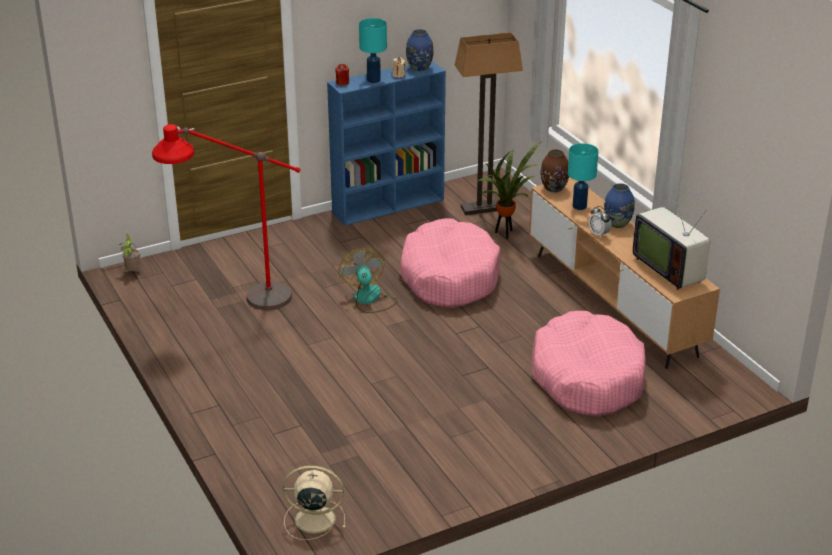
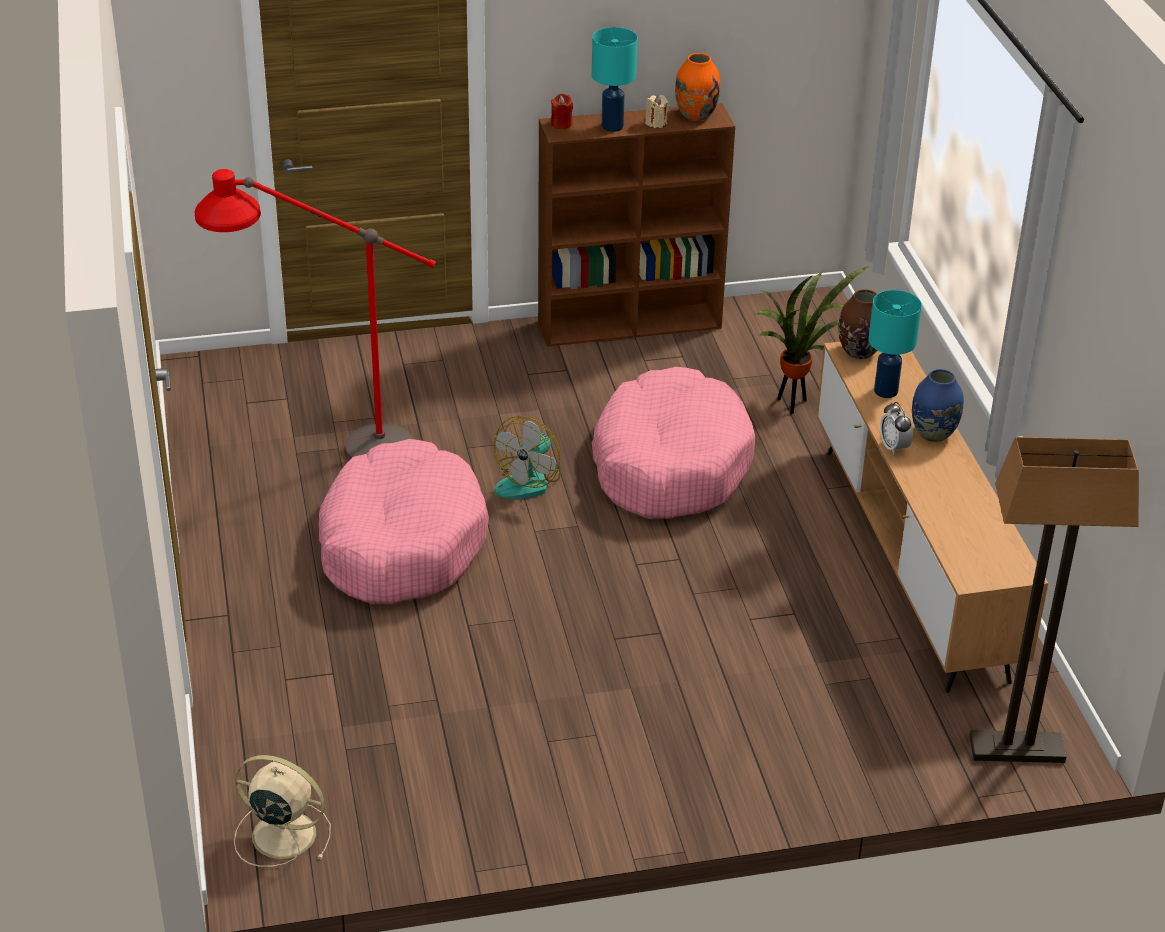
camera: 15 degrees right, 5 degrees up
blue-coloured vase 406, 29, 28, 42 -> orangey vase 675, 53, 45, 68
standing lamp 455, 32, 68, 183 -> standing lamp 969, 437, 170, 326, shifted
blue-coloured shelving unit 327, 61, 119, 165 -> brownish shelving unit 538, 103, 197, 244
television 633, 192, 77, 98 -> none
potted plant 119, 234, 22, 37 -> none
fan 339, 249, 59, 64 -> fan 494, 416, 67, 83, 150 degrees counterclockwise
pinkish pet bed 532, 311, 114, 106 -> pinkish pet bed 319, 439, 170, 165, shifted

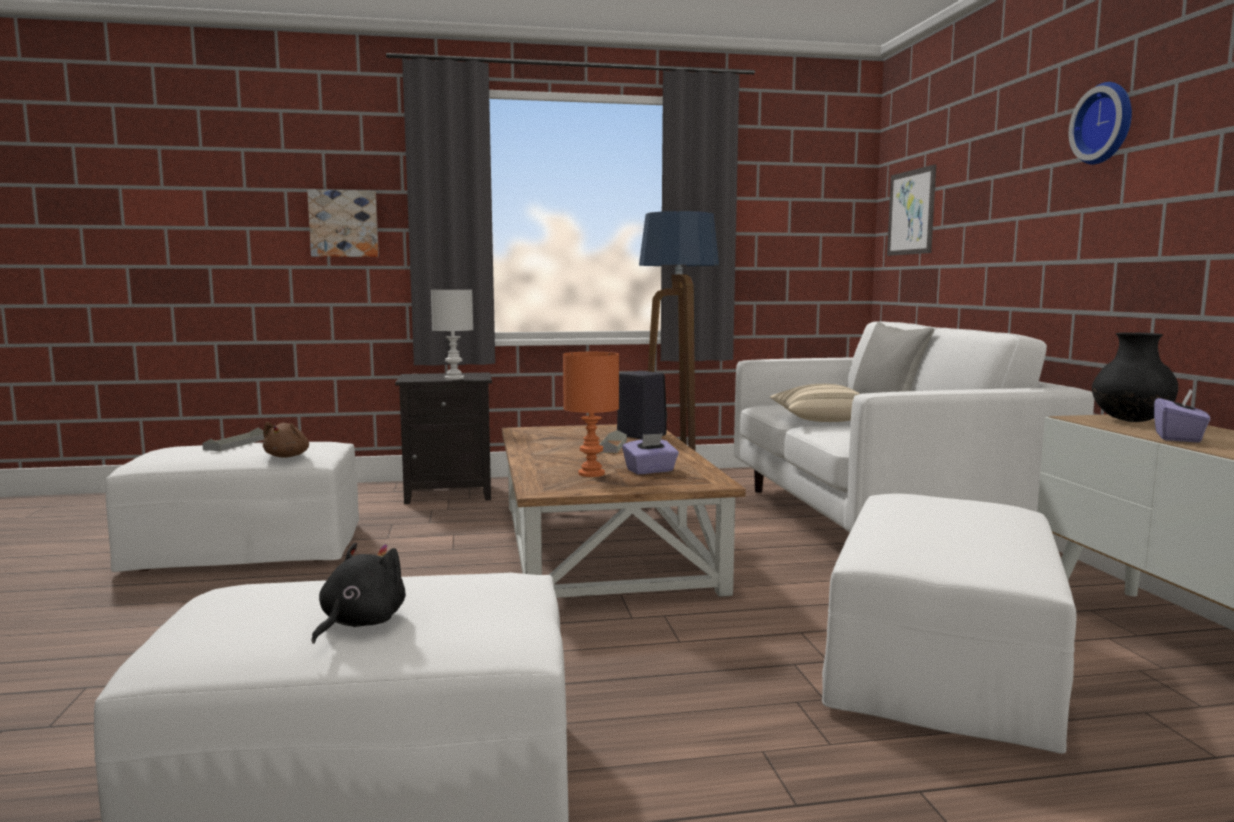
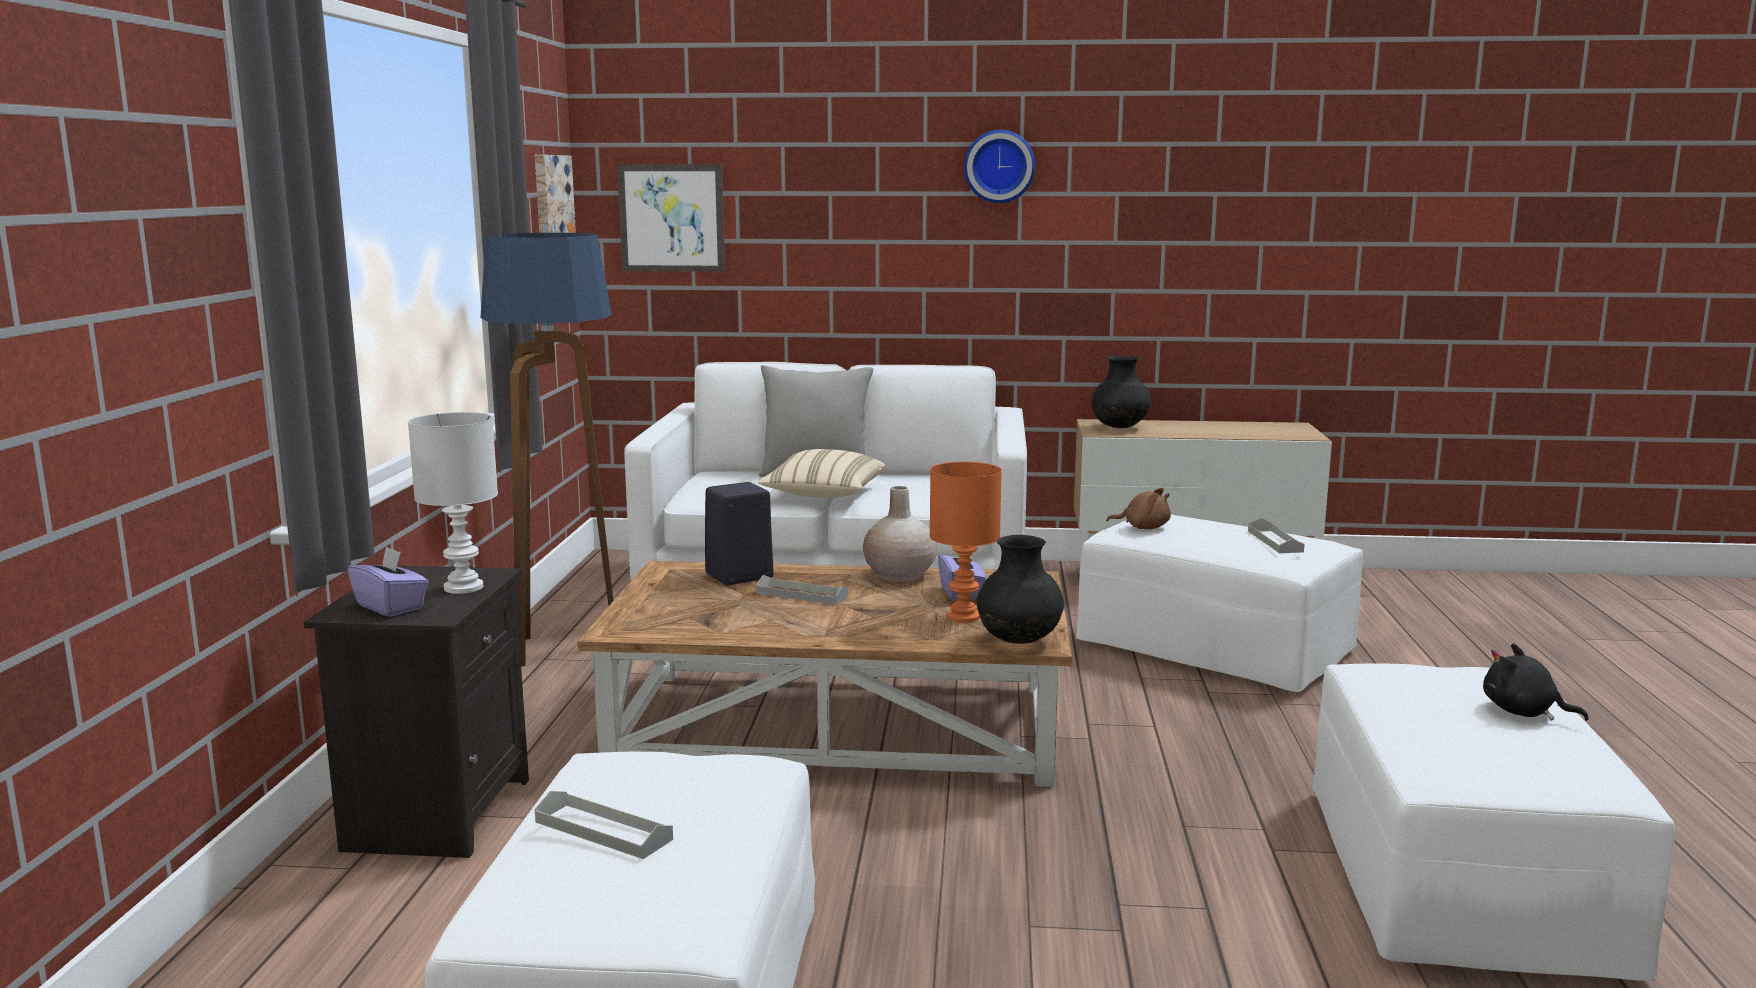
camera: 75 degrees left, 5 degrees up
wall art 307, 190, 72, 67 -> wall art 535, 155, 41, 78, shifted
purple-coloured tissue box 1154, 388, 56, 55 -> purple-coloured tissue box 347, 546, 81, 71, shifted
brownish soft toy 263, 422, 46, 36 -> brownish soft toy 1106, 488, 65, 42, shifted
none -> beige vase 863, 486, 74, 96
none -> gray carrying tray 1248, 518, 57, 35
none -> black vase 976, 535, 88, 109

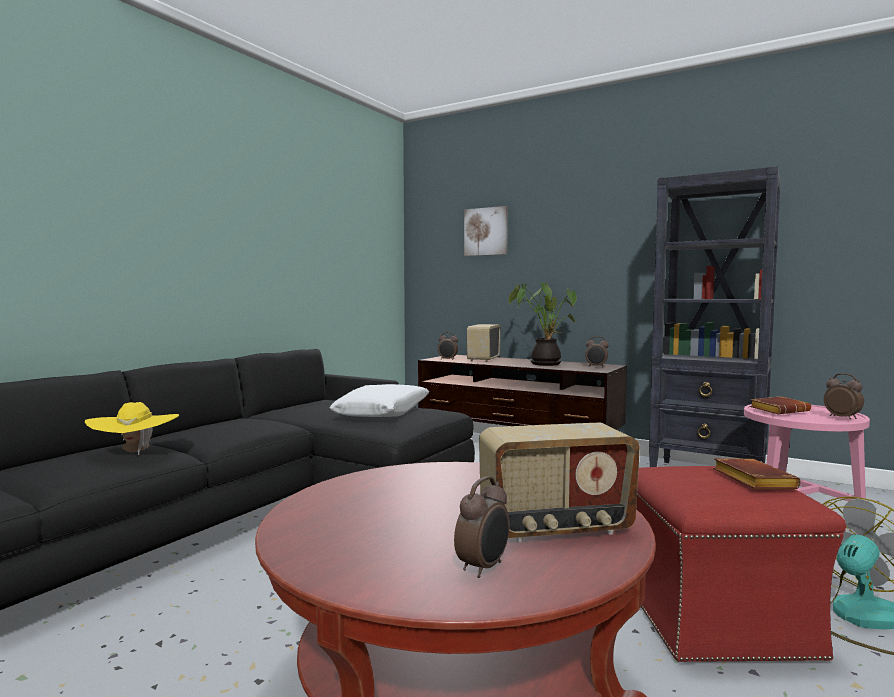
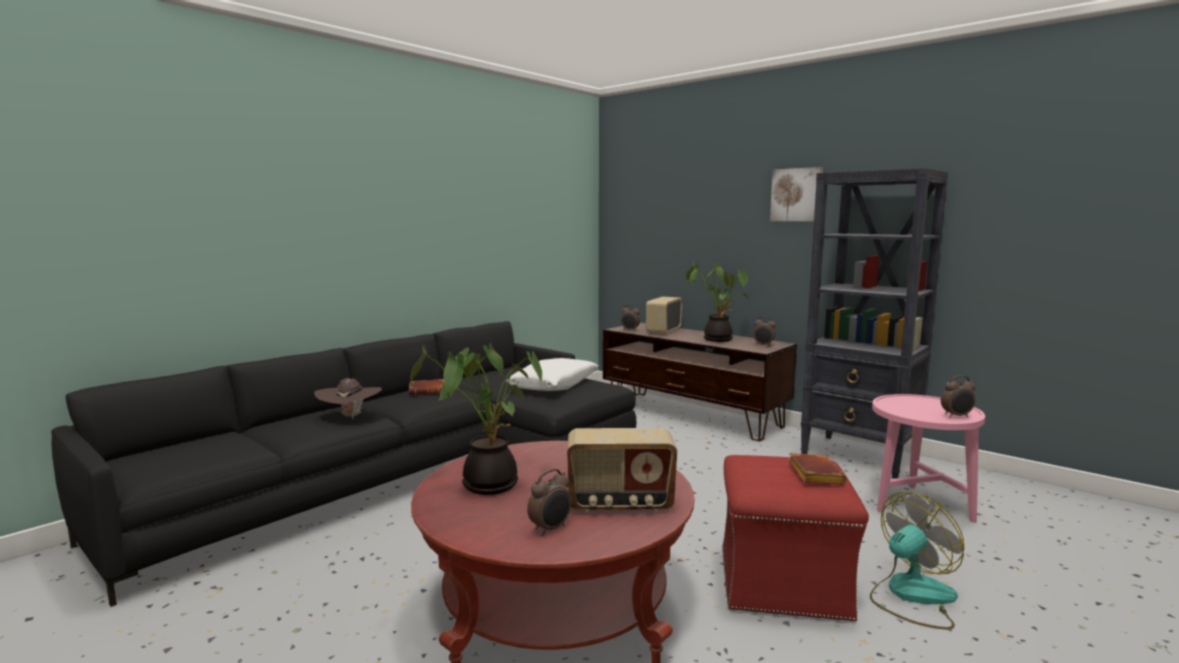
camera: 10 degrees right, 5 degrees up
wall art 464, 206, 44, 50 -> wall art 770, 167, 55, 54, shifted
bedside clock 824, 373, 40, 46 -> bedside clock 941, 376, 35, 41, 105 degrees clockwise
brownish bound book 750, 396, 61, 18 -> brownish bound book 409, 379, 35, 16, shifted
yellow-coloured hat 85, 402, 94, 53 -> brownish hat 314, 378, 68, 41
none -> potted plant 410, 343, 132, 152

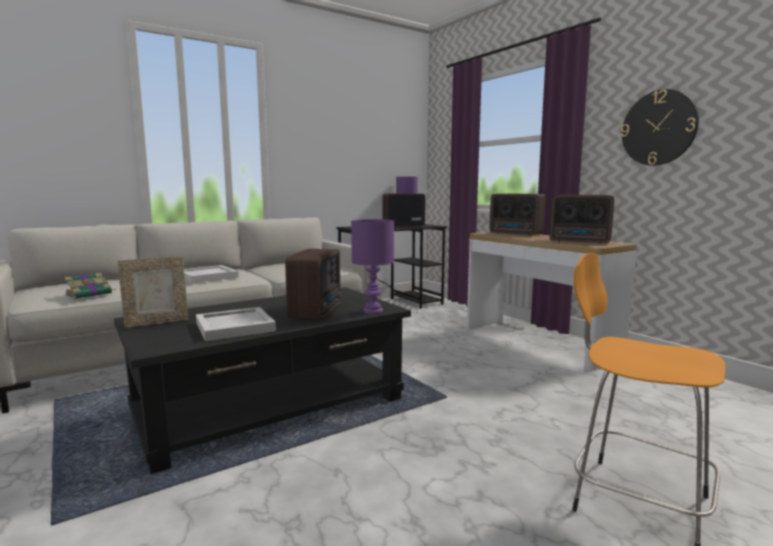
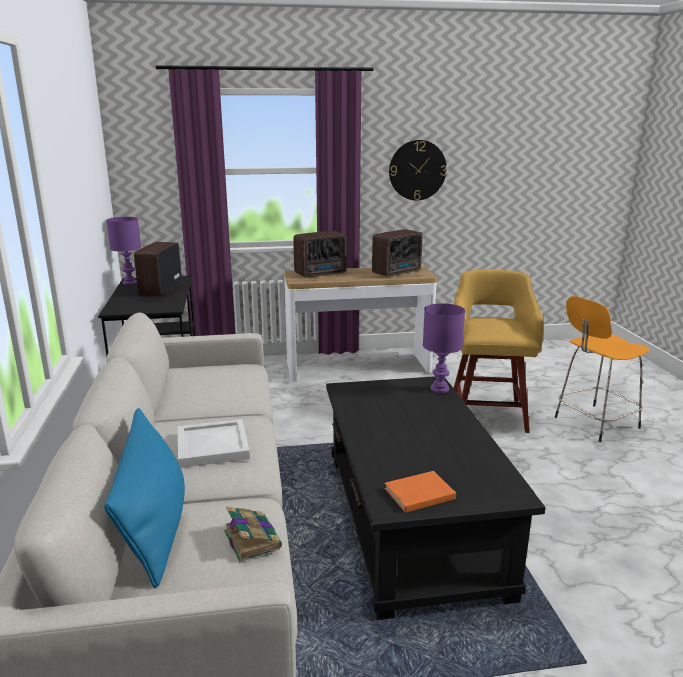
camera: 65 degrees left, 10 degrees up
radio 285, 249, 56, 70 -> none
standing frame 118, 256, 71, 72 -> orangey bound book 384, 471, 72, 42
white-coloured carrying tray 196, 307, 80, 34 -> none
none -> yellow-coloured sitting stool 454, 269, 90, 164
none -> blue-coloured throw pillow 104, 408, 81, 180

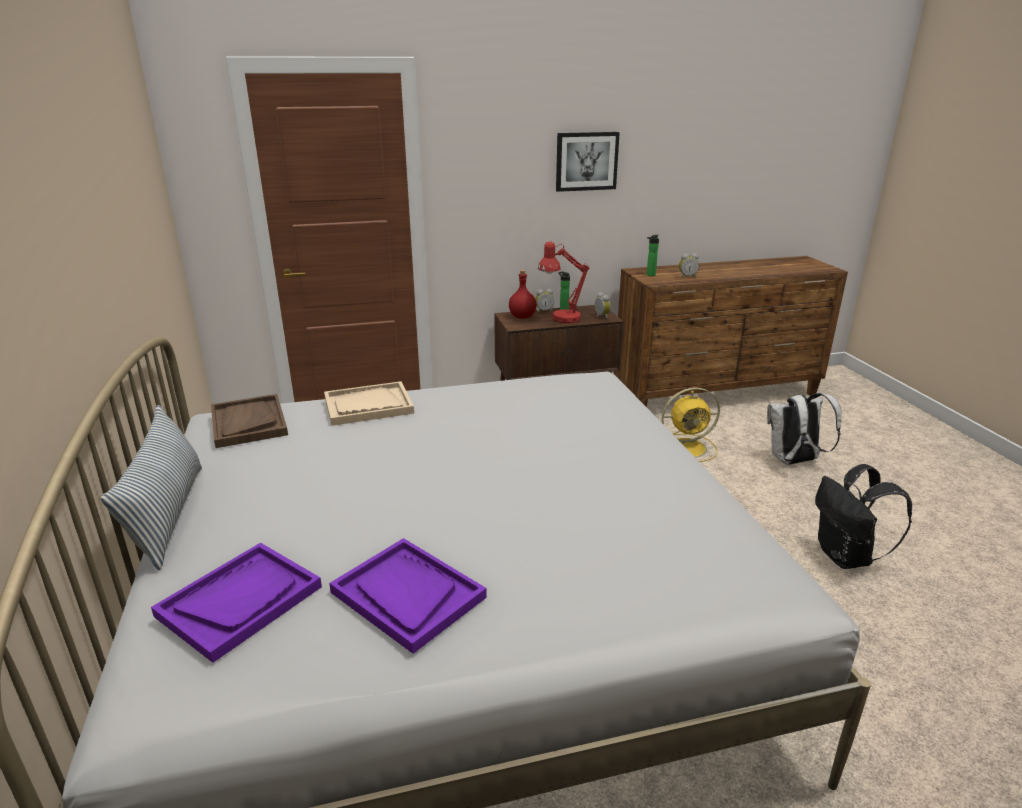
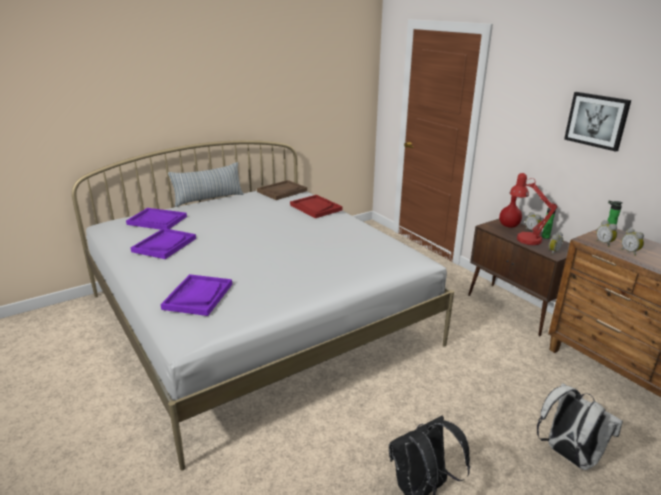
camera: 70 degrees right, 0 degrees up
beige carrying tray 324, 381, 90, 45 -> red-coloured carrying tray 290, 195, 53, 23
yellow-coloured fan 662, 387, 58, 75 -> none
none -> bedside clock 596, 220, 21, 27
none -> purple-coloured carrying tray 160, 274, 72, 42

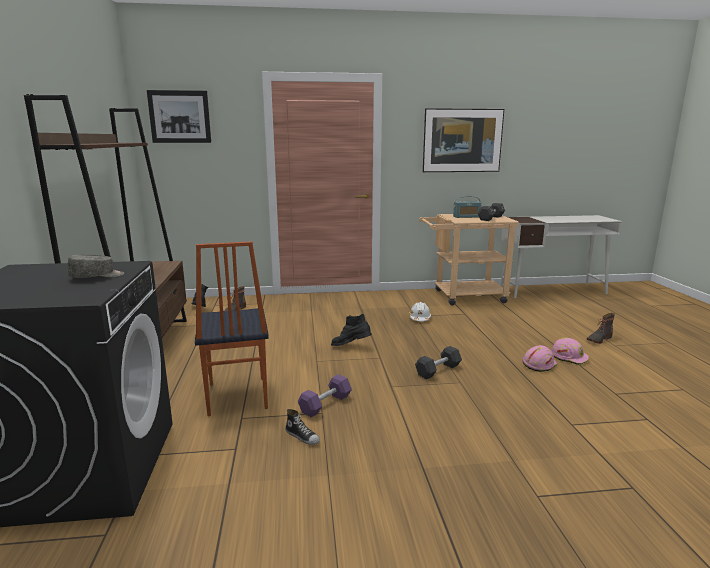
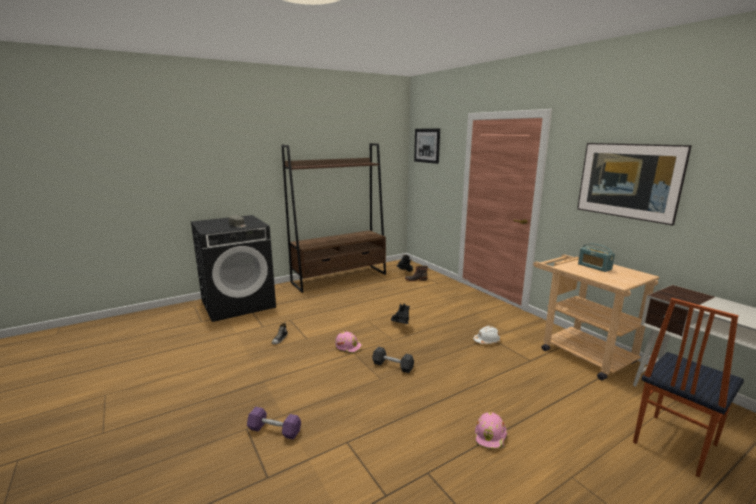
camera: 65 degrees right, 0 degrees up
black free weight 478, 203, 27, 18 -> none
plain chair 195, 241, 74, 175 -> plain chair 633, 298, 111, 179, shifted
high-top boot 587, 313, 28, 31 -> none
pinkish hard hat 523, 345, 34, 27 -> pinkish hard hat 335, 332, 27, 22, shifted
purple-coloured free weight 298, 374, 54, 43 -> purple-coloured free weight 247, 407, 54, 33, shifted

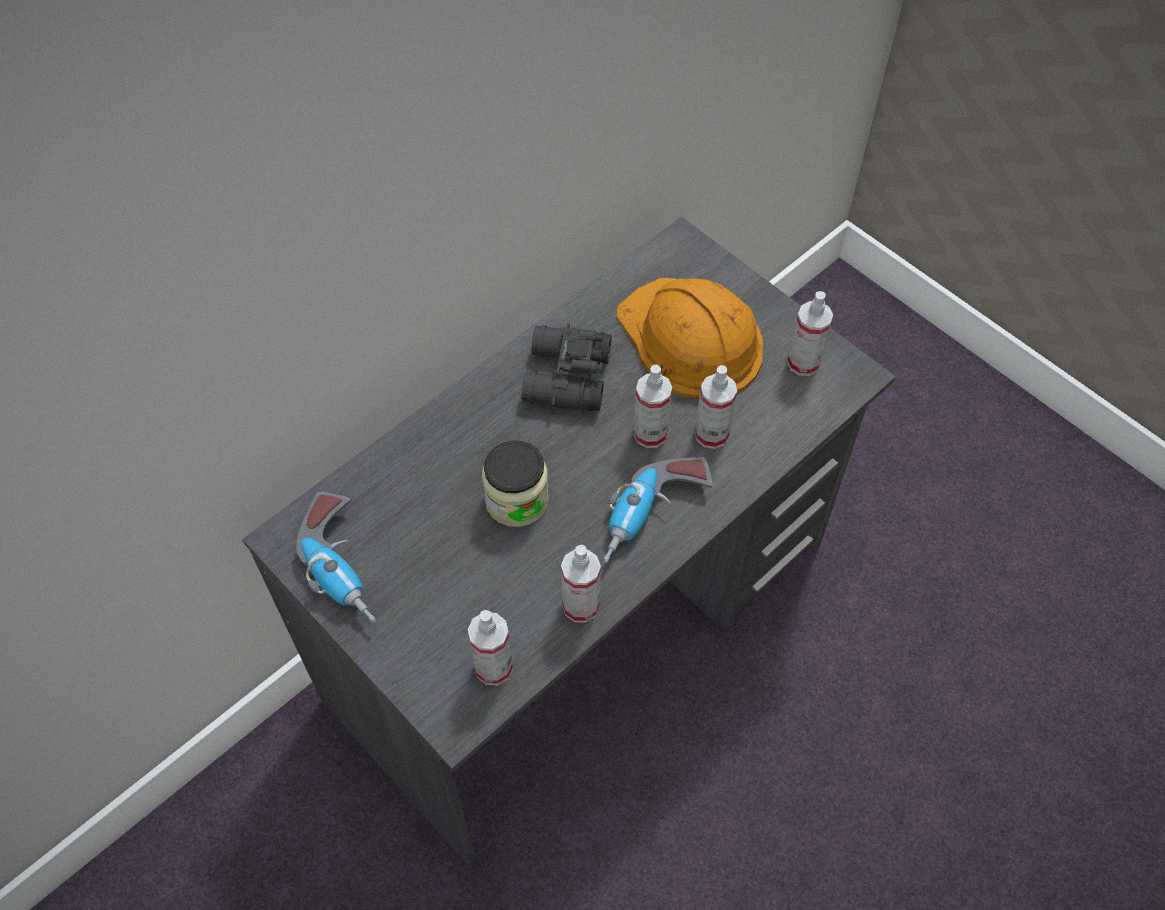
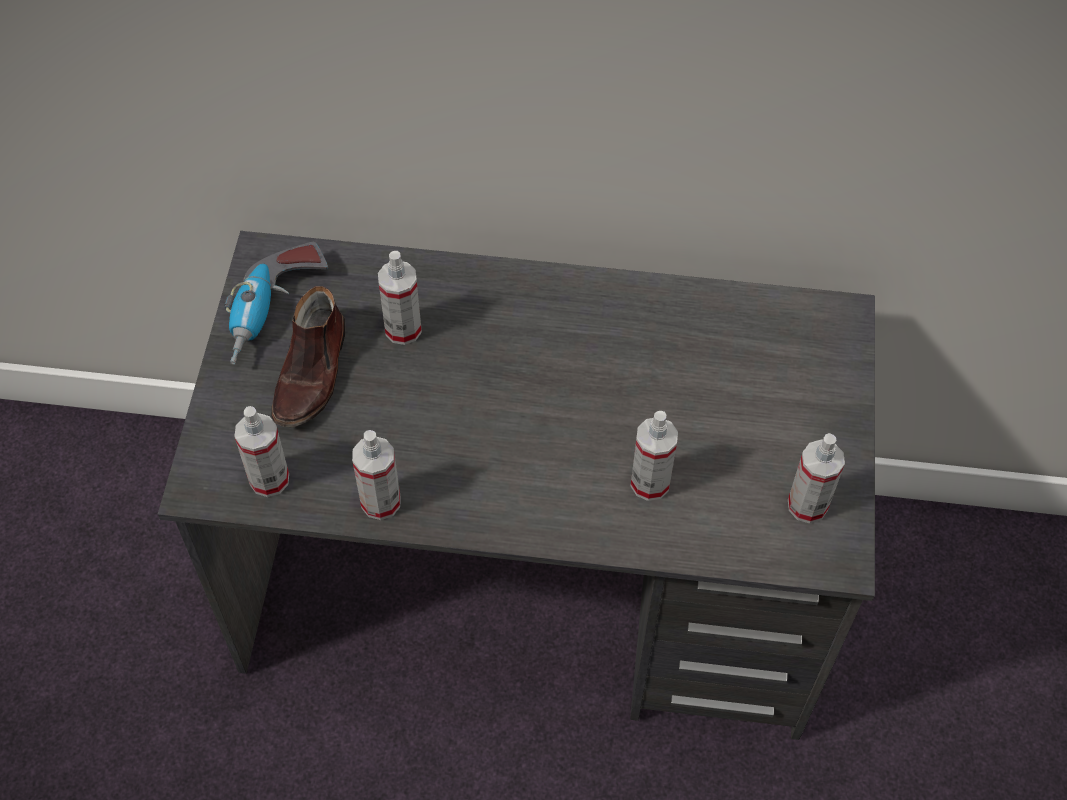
camera: 50 degrees right, 0 degrees up
orangey hard hat 617, 277, 146, 122 -> none
black binoculars 522, 323, 89, 88 -> none
sprayer 633, 365, 39, 83 -> sprayer 378, 251, 44, 94, shifted
storage jar 482, 440, 67, 87 -> none
electric drill 603, 457, 110, 106 -> none
none -> brownish shoe 271, 286, 74, 141

